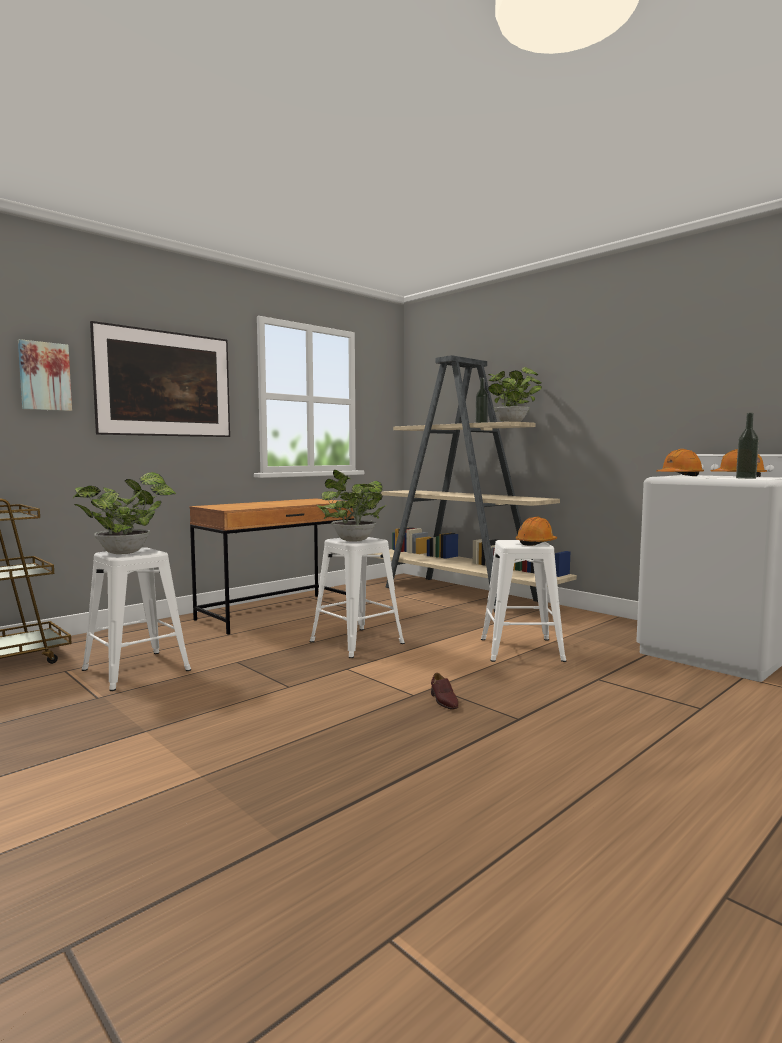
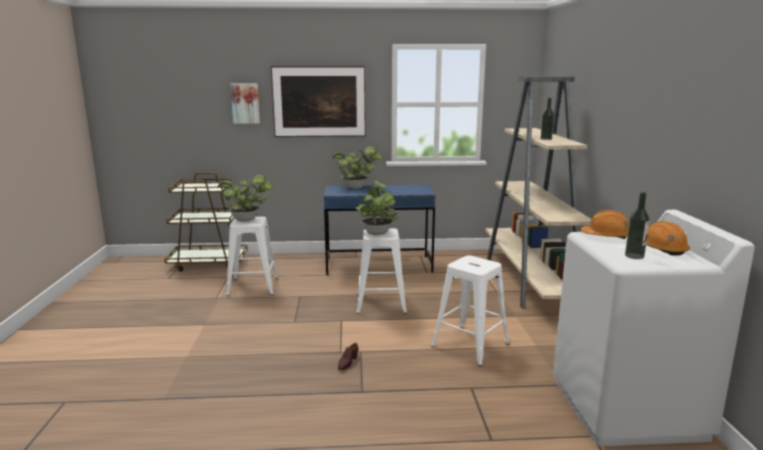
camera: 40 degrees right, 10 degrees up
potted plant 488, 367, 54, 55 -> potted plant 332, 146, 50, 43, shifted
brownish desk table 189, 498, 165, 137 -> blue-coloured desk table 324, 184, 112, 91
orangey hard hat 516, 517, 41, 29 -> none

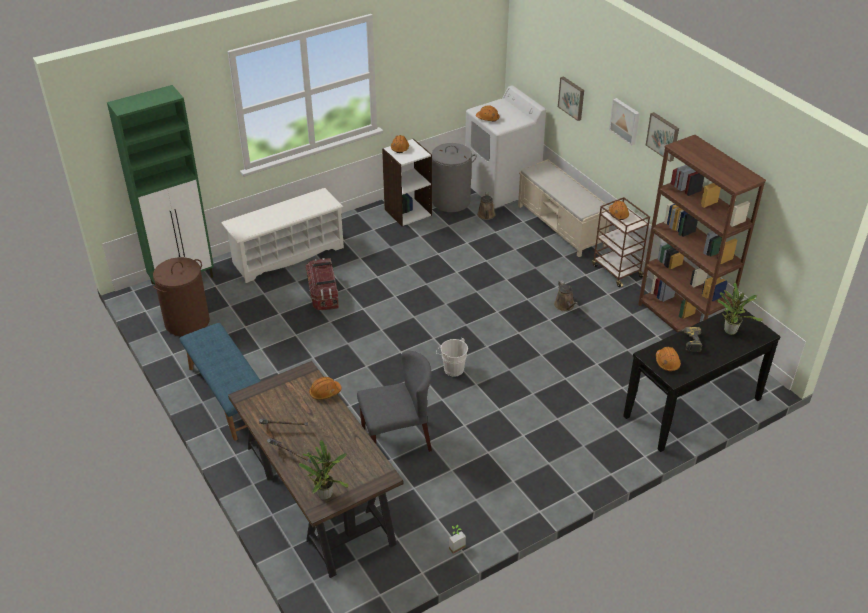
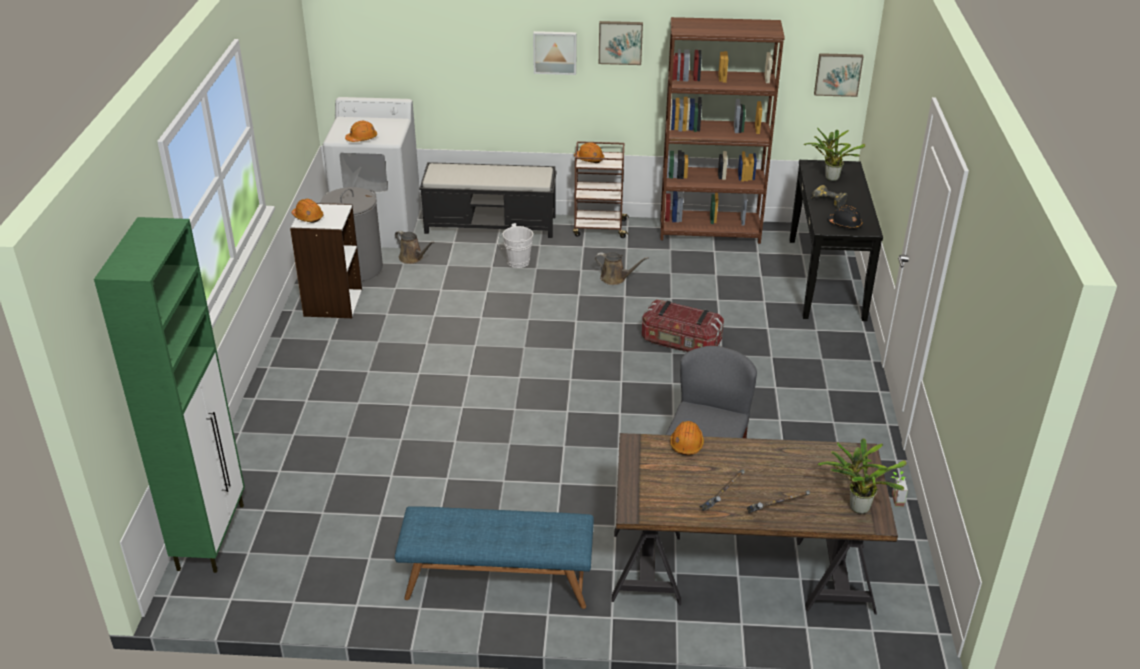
camera: 55 degrees left, 5 degrees down
wall art 558, 76, 26, 45 -> wall art 814, 53, 50, 44, shifted
beige indoor bench 518, 159, 92, 98 -> black indoor bench 419, 162, 138, 76
white-coloured shoe stand 222, 188, 122, 95 -> none
brownish laundry basket 153, 257, 57, 79 -> none
storage container 306, 258, 33, 53 -> storage container 642, 299, 82, 53, shifted
white-coloured bucket 437, 338, 31, 39 -> white-coloured bucket 498, 223, 35, 45, shifted
orangey hard hat 656, 347, 25, 24 -> black hard hat 827, 205, 35, 24

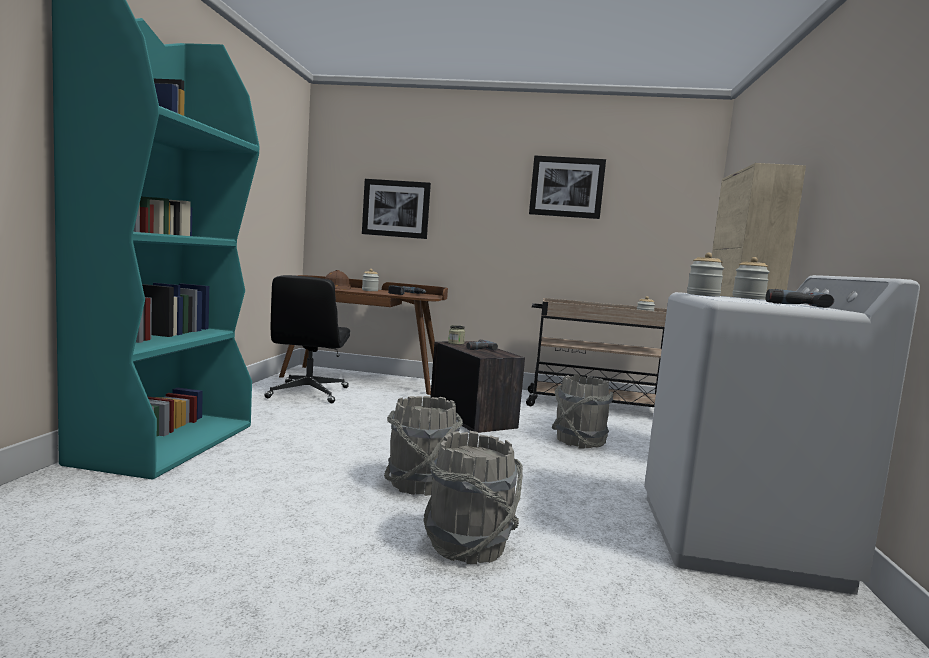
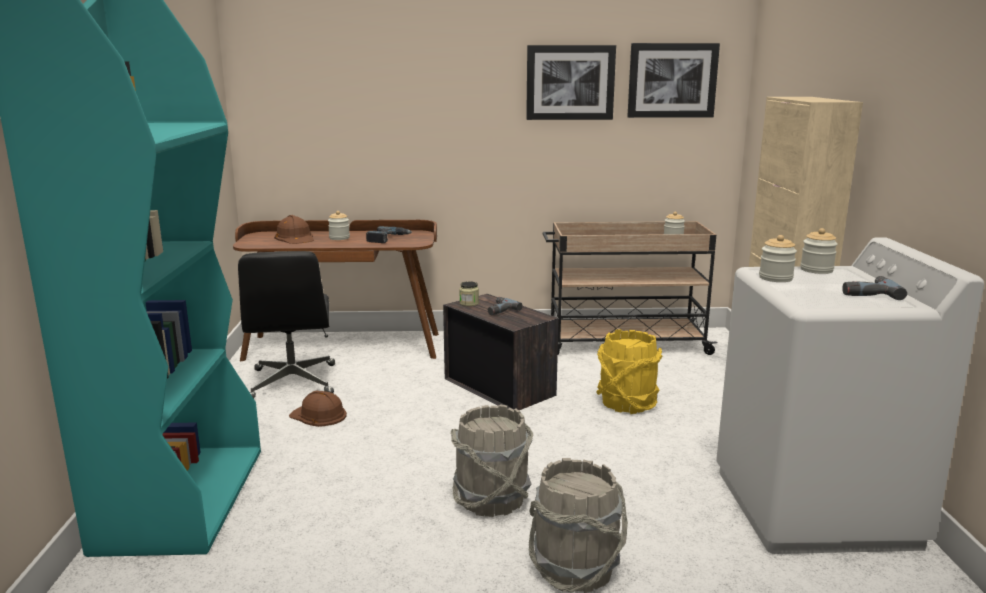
camera: 10 degrees left, 10 degrees up
wall art 362, 179, 69, 60 -> wall art 627, 43, 93, 75, shifted
gray bucket 552, 374, 61, 74 -> yellow-coloured bucket 596, 329, 66, 85
none -> brownish hard hat 289, 391, 58, 36

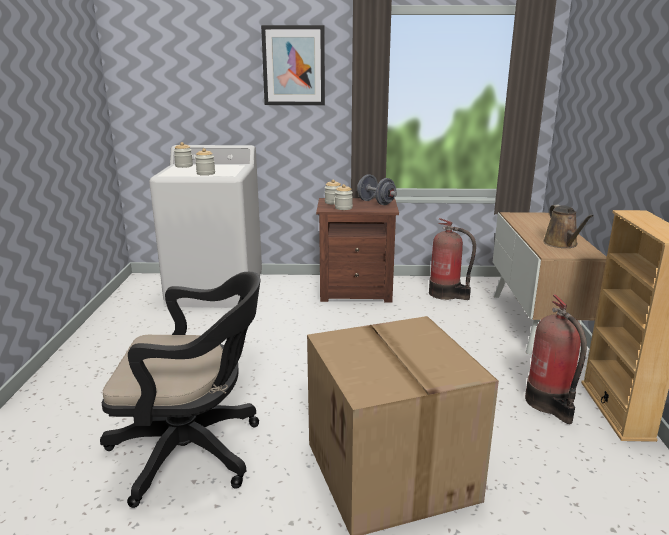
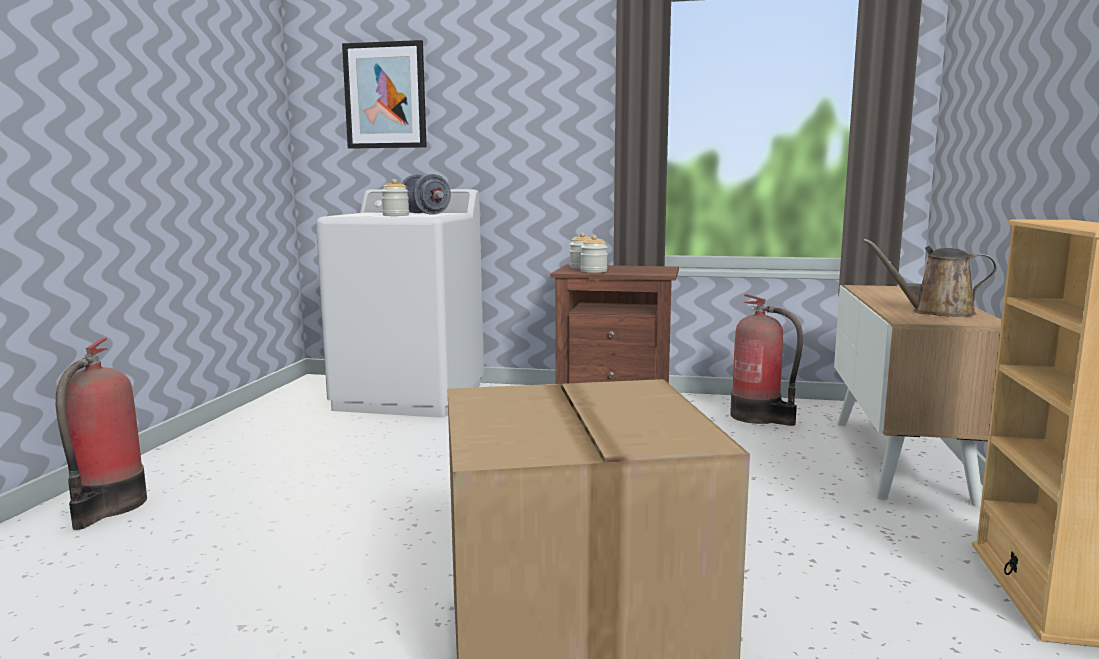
camera: 10 degrees right, 10 degrees down
wall art 261, 25, 64, 80 -> wall art 342, 40, 85, 109, shifted
storage jar 174, 142, 19, 26 -> none
gray free weight 357, 174, 40, 31 -> gray free weight 401, 174, 50, 41, shifted
brownish watering can 543, 205, 50, 43 -> brownish watering can 863, 239, 134, 78, 105 degrees clockwise
black office chair 100, 272, 161, 236 -> none
fire extinguisher 525, 294, 62, 130 -> fire extinguisher 56, 338, 91, 192, shifted

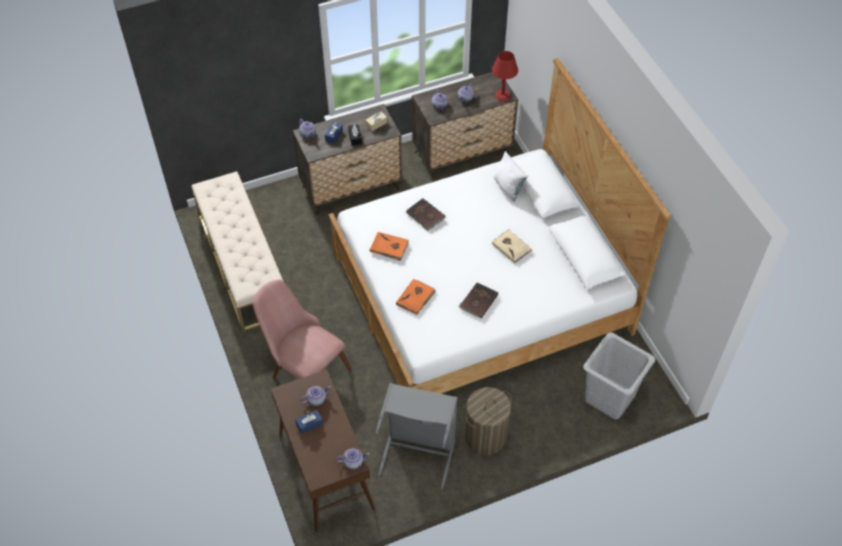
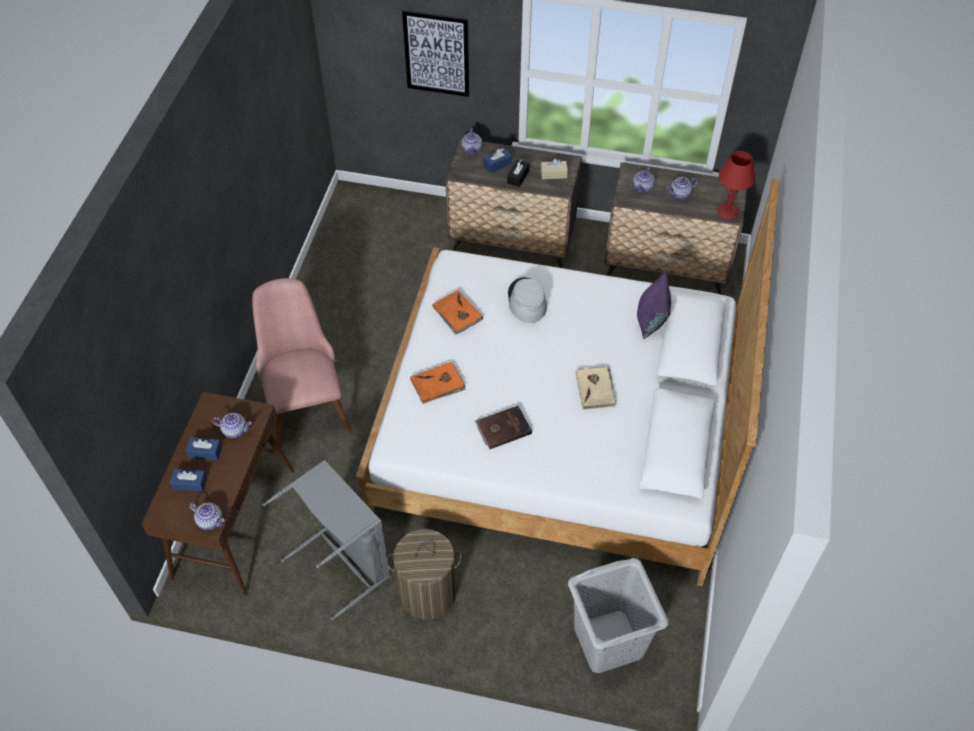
camera: 35 degrees right, 0 degrees up
white-coloured throw pillow 494, 151, 34, 51 -> purple-coloured throw pillow 637, 271, 34, 68
beige indoor bench 191, 171, 93, 161 -> none
brownish bound book 406, 198, 39, 33 -> gray hat 508, 277, 39, 46
none -> wall art 402, 10, 67, 87
none -> blue-coloured tissue box 170, 469, 37, 23

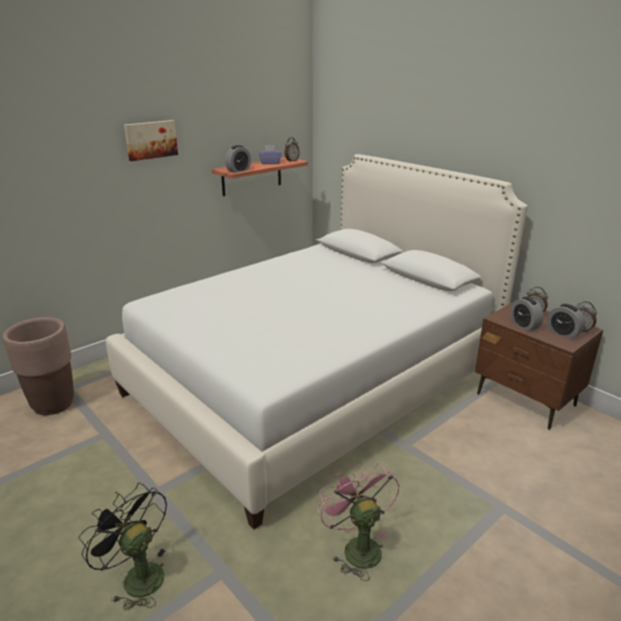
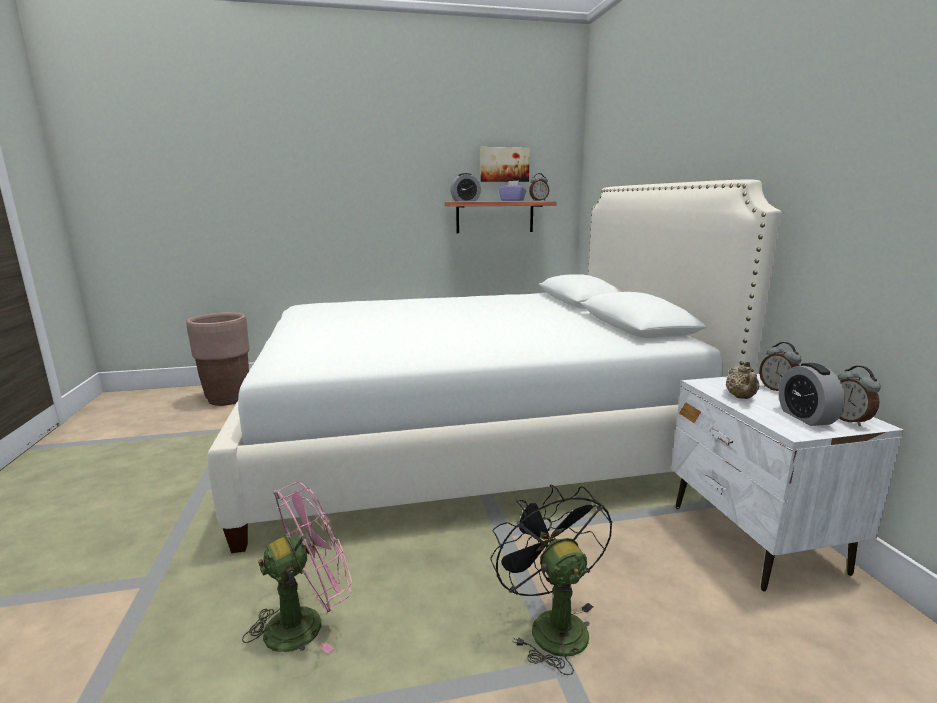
camera: 30 degrees right, 10 degrees down
wall art 124, 120, 54, 41 -> wall art 480, 147, 50, 35, shifted
bedside clock 510, 297, 33, 34 -> beige pot for tea 726, 361, 33, 38
brownish bedside table 475, 301, 128, 129 -> white-coloured bedside table 671, 374, 233, 217
pinkish fan 317, 462, 82, 119 -> pinkish fan 242, 482, 110, 172, 45 degrees clockwise
black fan 78, 482, 89, 128 -> black fan 490, 485, 123, 190, shifted

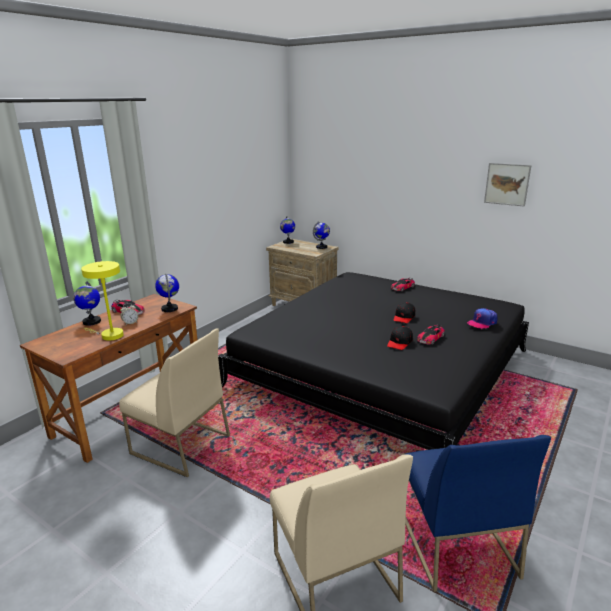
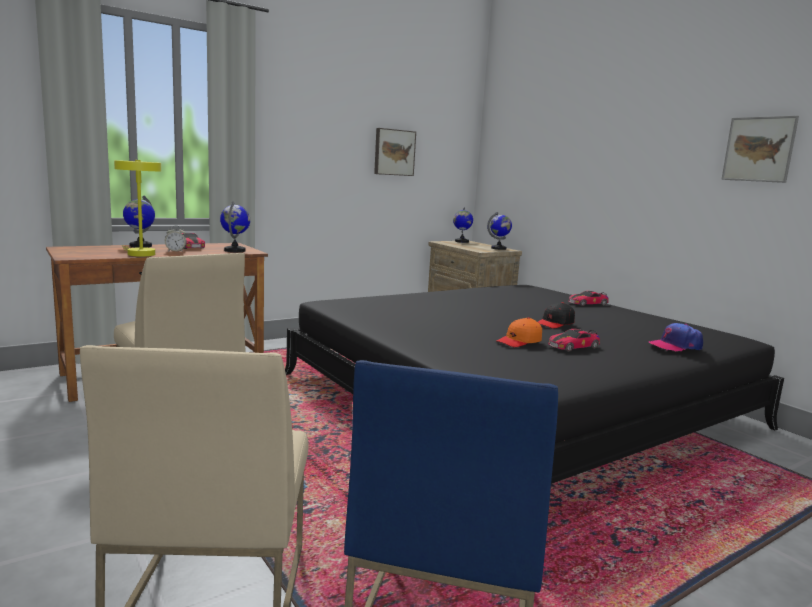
camera: 20 degrees right, 10 degrees down
black peaked cap 387, 326, 26, 24 -> orangey peaked cap 497, 317, 45, 30
none -> wall art 374, 128, 42, 48

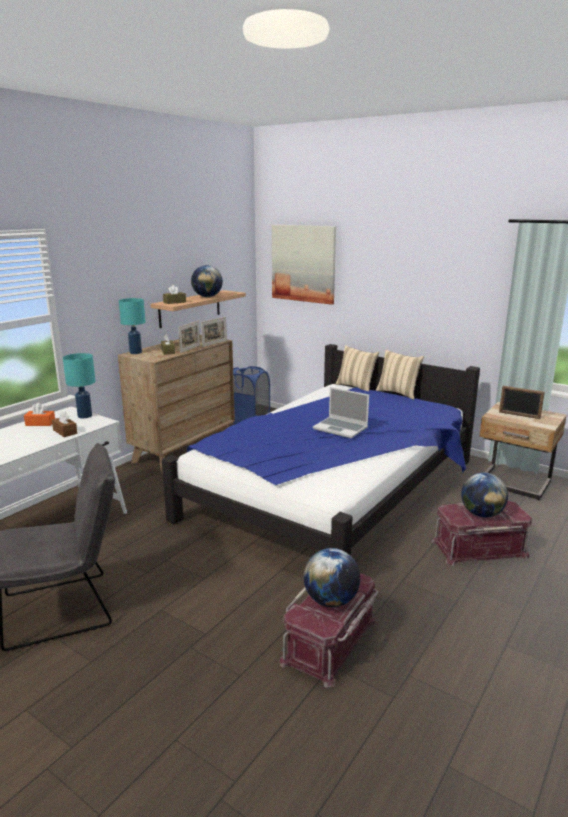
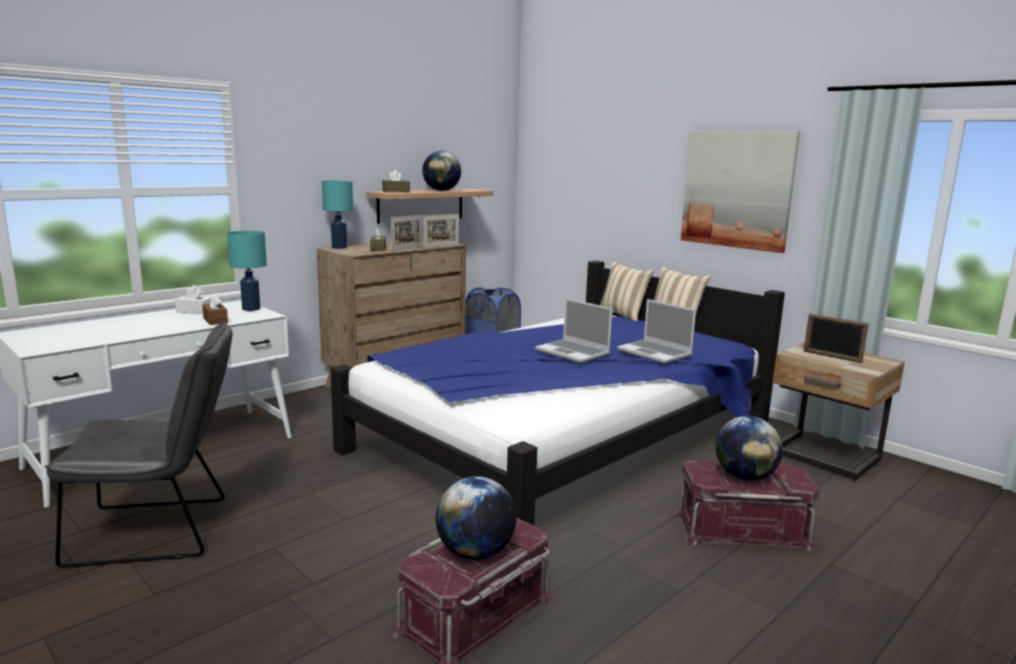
camera: 10 degrees right, 5 degrees down
wall art 272, 225, 64, 80 -> wall art 681, 131, 119, 122, shifted
orangey tissue box 24, 403, 31, 23 -> white-coloured tissue box 175, 285, 36, 29
none -> portable computer 617, 299, 79, 65

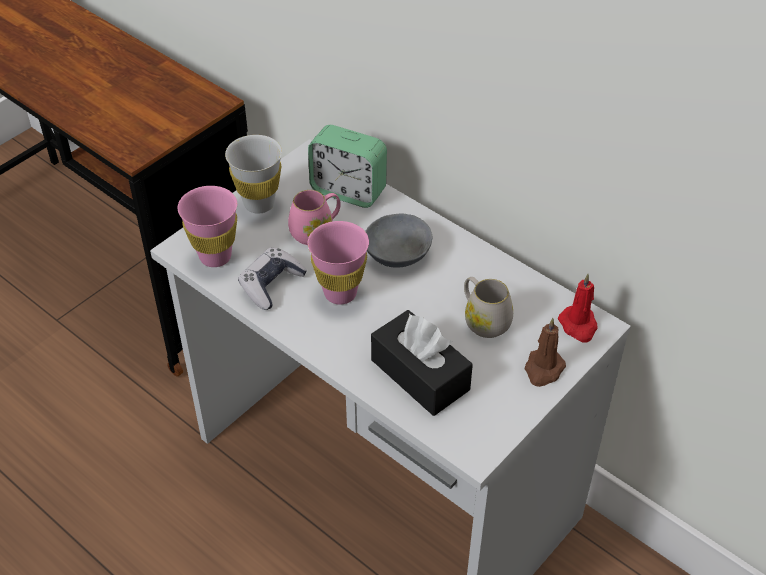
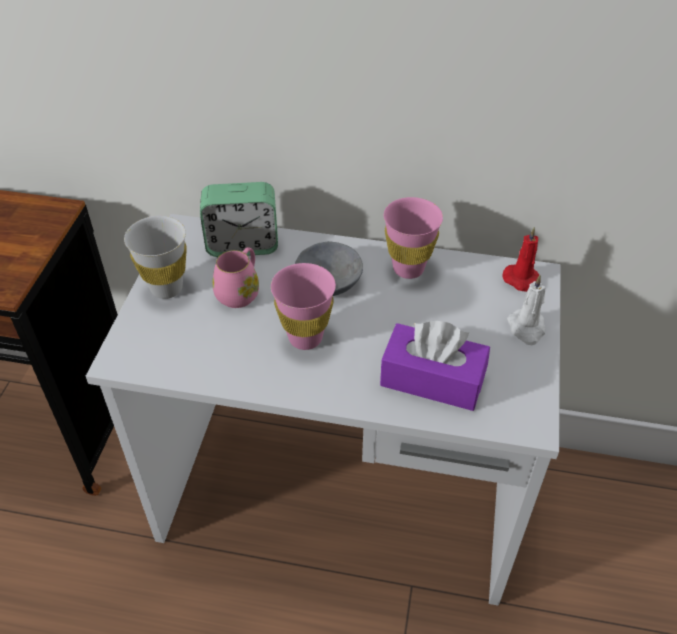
camera: 30 degrees left, 0 degrees up
pinkish cup 178, 186, 59, 81 -> pinkish cup 384, 197, 59, 82, shifted
gamepad 238, 248, 69, 62 -> none
white-coloured coffee mug 464, 277, 49, 61 -> none
black tissue box 371, 310, 102, 106 -> purple-coloured tissue box 380, 321, 110, 90
brownish wax candle 525, 318, 41, 69 -> white-coloured wax candle 507, 275, 39, 70

